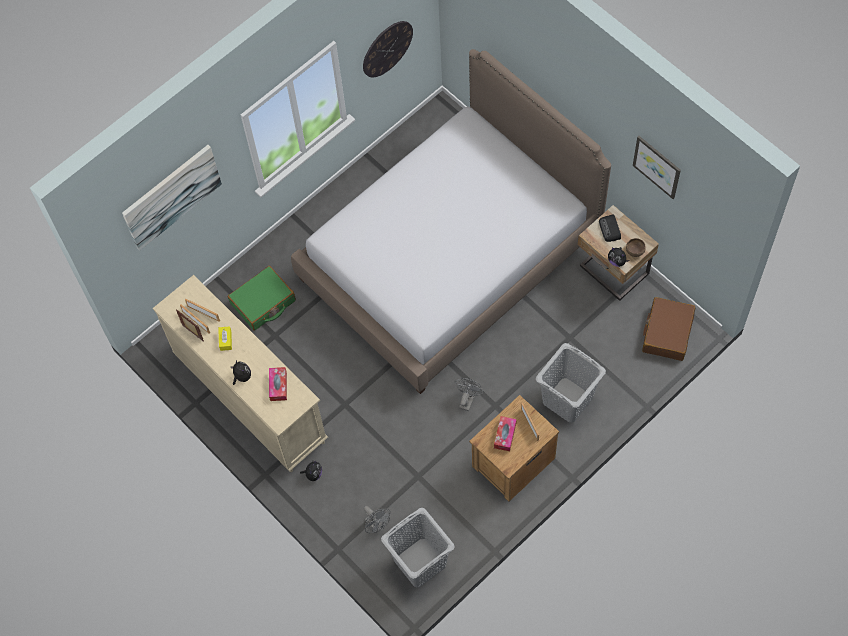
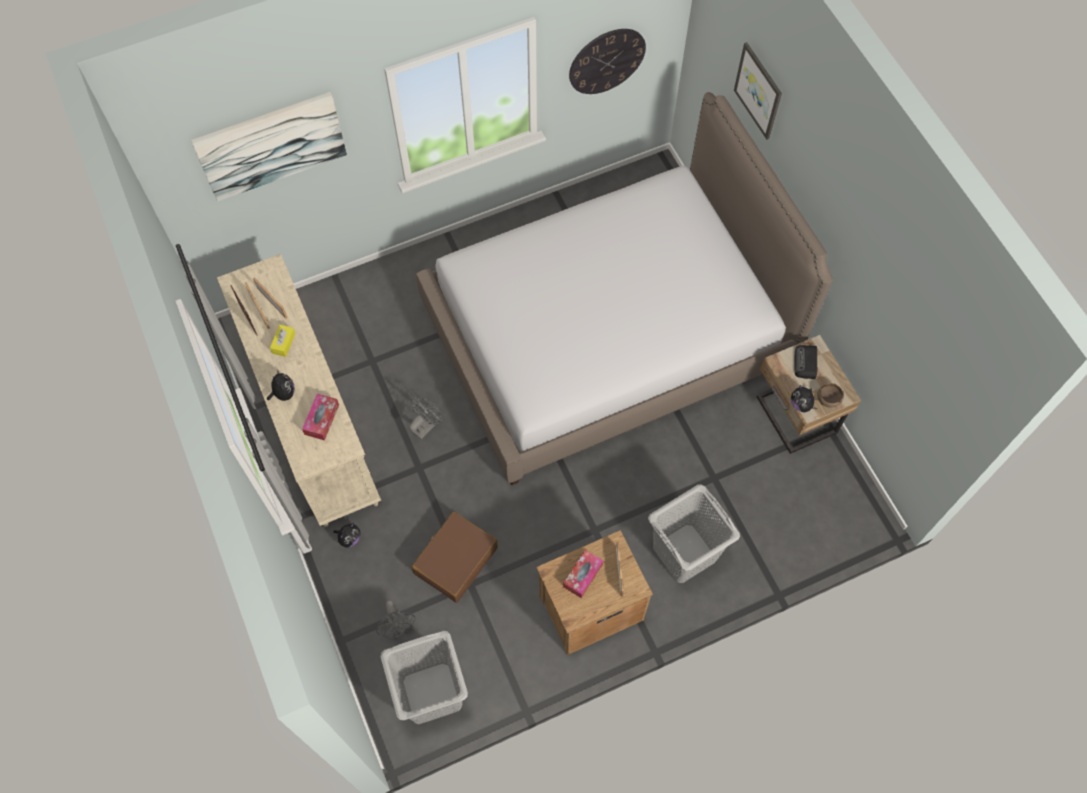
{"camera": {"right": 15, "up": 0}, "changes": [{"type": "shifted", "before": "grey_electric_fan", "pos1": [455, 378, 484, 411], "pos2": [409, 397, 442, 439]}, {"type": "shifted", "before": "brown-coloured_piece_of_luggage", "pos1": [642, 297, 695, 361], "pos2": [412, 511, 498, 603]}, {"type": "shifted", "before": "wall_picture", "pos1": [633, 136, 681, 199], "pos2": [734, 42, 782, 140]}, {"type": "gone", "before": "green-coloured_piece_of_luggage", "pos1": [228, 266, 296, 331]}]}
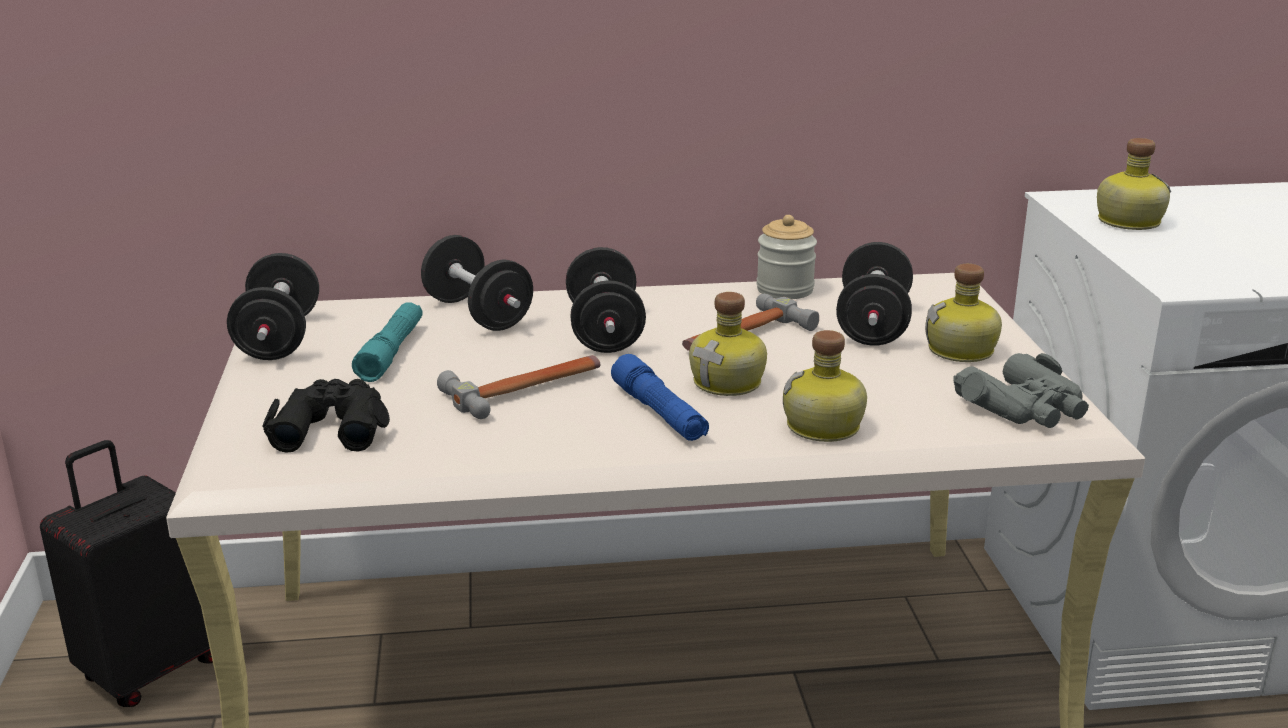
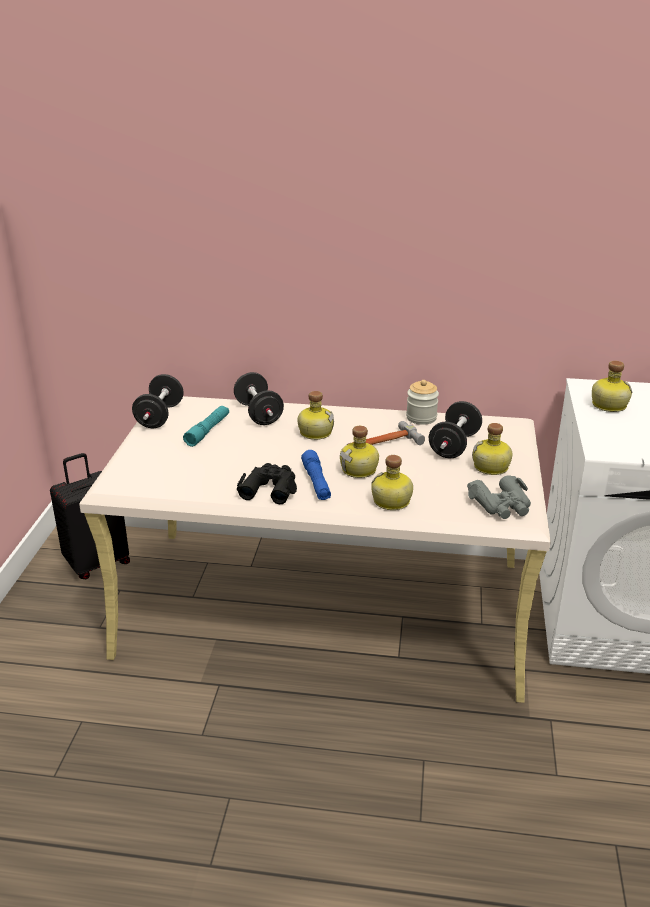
{"camera": {"right": 15, "up": 5}, "changes": [{"type": "shifted", "before": "blackish_field_glasses", "pos1": [262, 379, 390, 453], "pos2": [237, 463, 297, 504]}, {"type": "swapped", "before": "blackish_dumbbell", "after": "beverage_bottle", "pos1": [566, 247, 646, 353], "pos2": [297, 391, 334, 440]}, {"type": "gone", "before": "hammer", "pos1": [437, 355, 601, 419]}]}
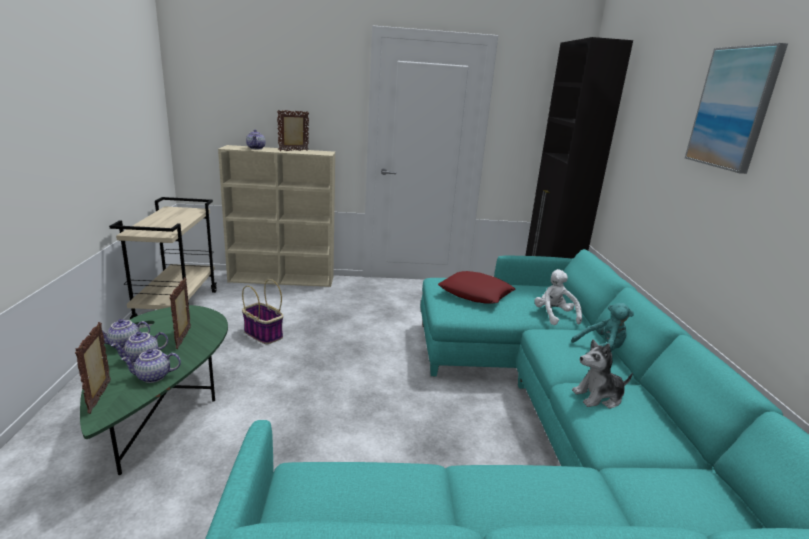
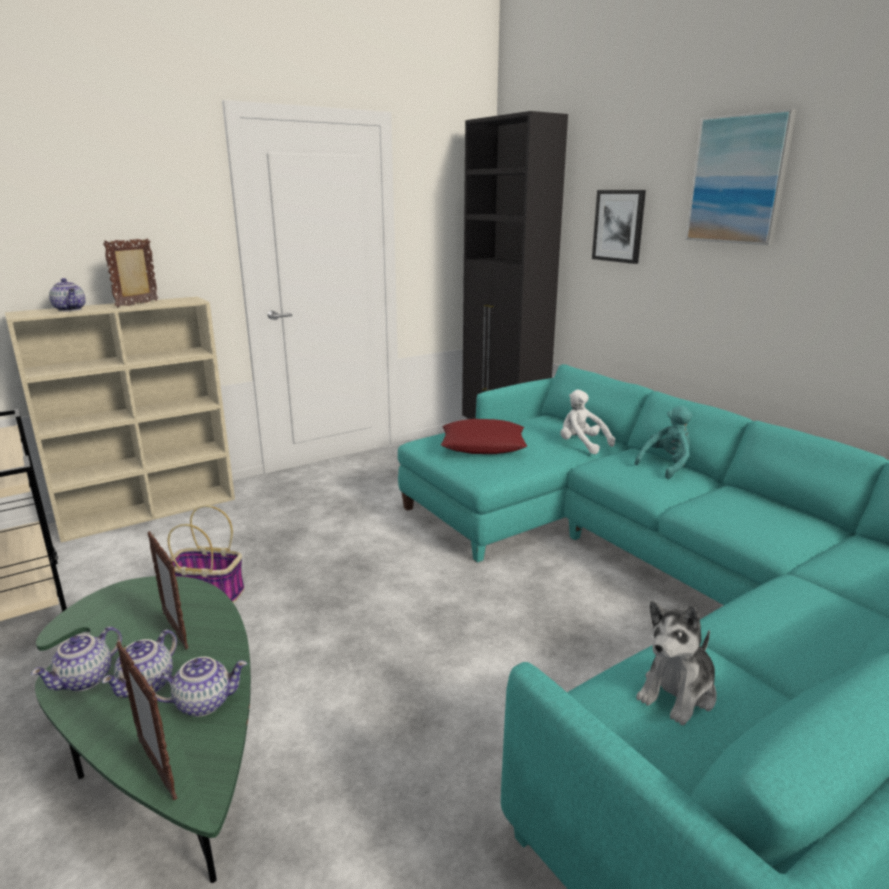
{"camera": {"right": -30, "up": 0}, "changes": [{"type": "rotated", "before": "pot_for_tea", "pos1": [121, 349, 181, 383], "pos2": [151, 657, 247, 717], "turn": -150}, {"type": "new", "after": "wall_picture", "pos2": [592, 190, 646, 264]}, {"type": "shifted", "before": "soft_toy", "pos1": [572, 339, 633, 409], "pos2": [636, 601, 717, 725]}]}
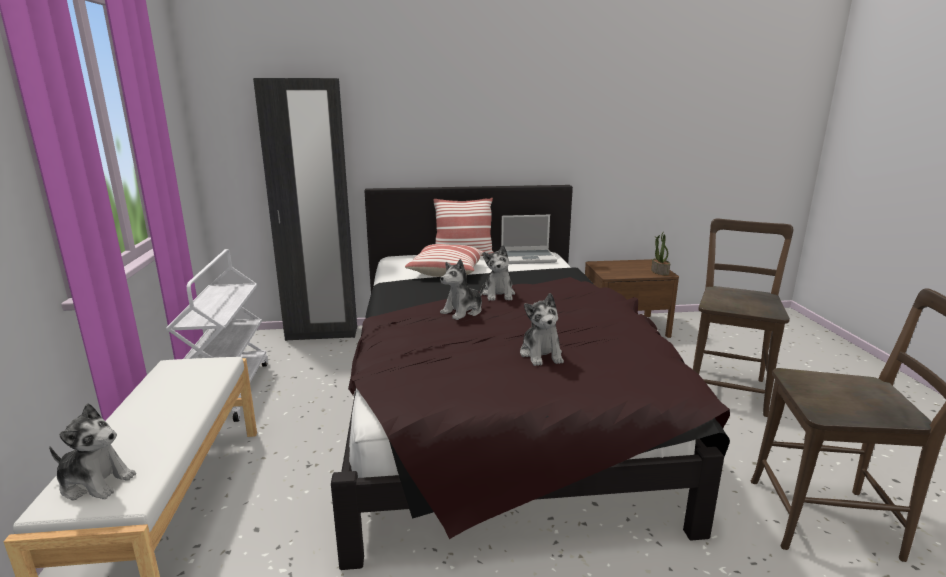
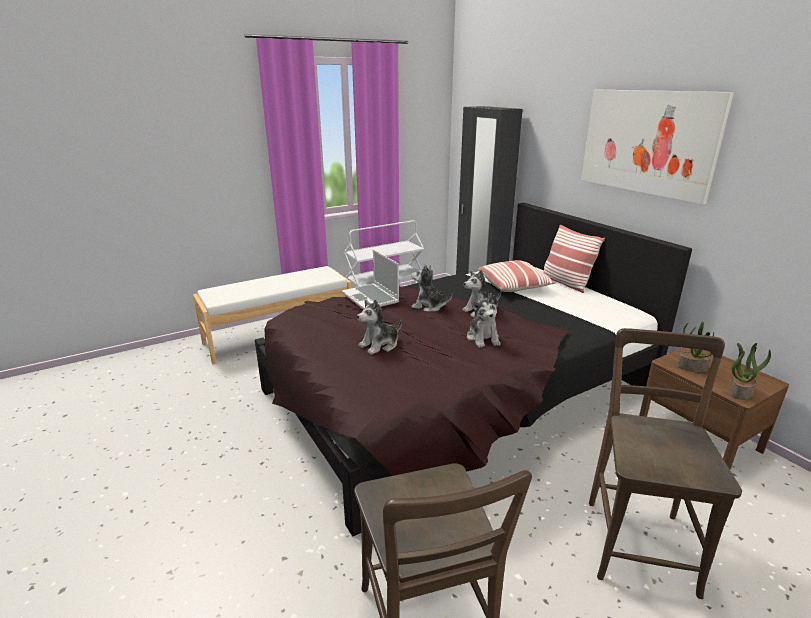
{"camera": {"right": 65, "up": 5}, "changes": [{"type": "shifted", "before": "portable_computer", "pos1": [501, 215, 557, 264], "pos2": [342, 249, 399, 310]}, {"type": "shifted", "before": "soft_toy", "pos1": [49, 403, 136, 501], "pos2": [467, 293, 501, 348]}, {"type": "new", "after": "wall_picture", "pos2": [581, 90, 734, 204]}, {"type": "rotated", "before": "brown-coloured_upright_chair", "pos1": [693, 219, 793, 417], "pos2": [589, 328, 742, 599], "turn": -75}, {"type": "new", "after": "plant_in_a_pot", "pos2": [677, 322, 714, 372]}]}
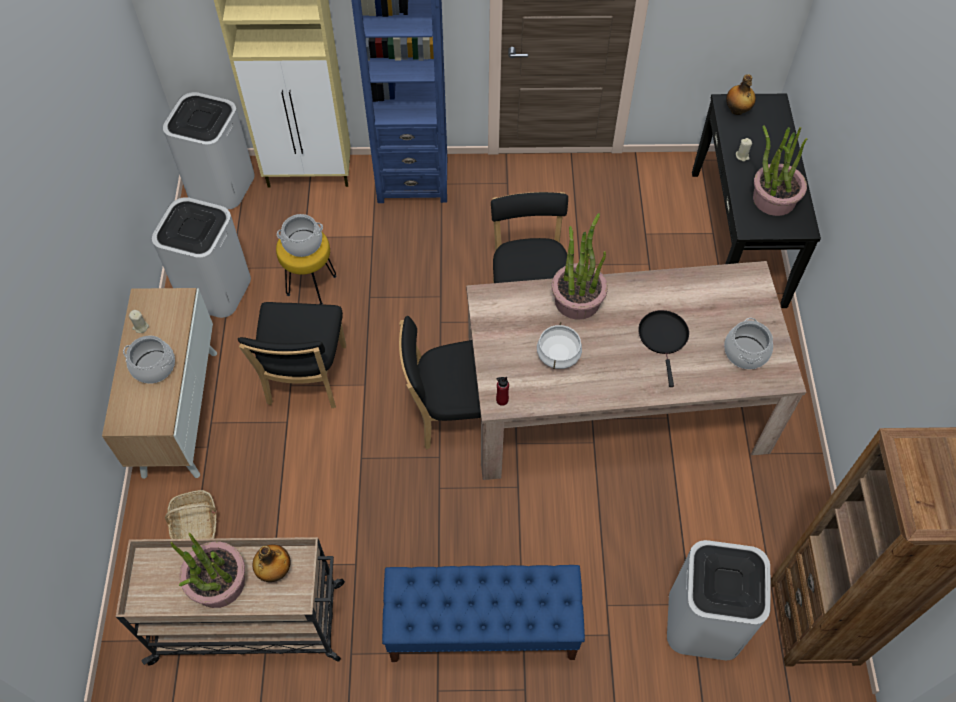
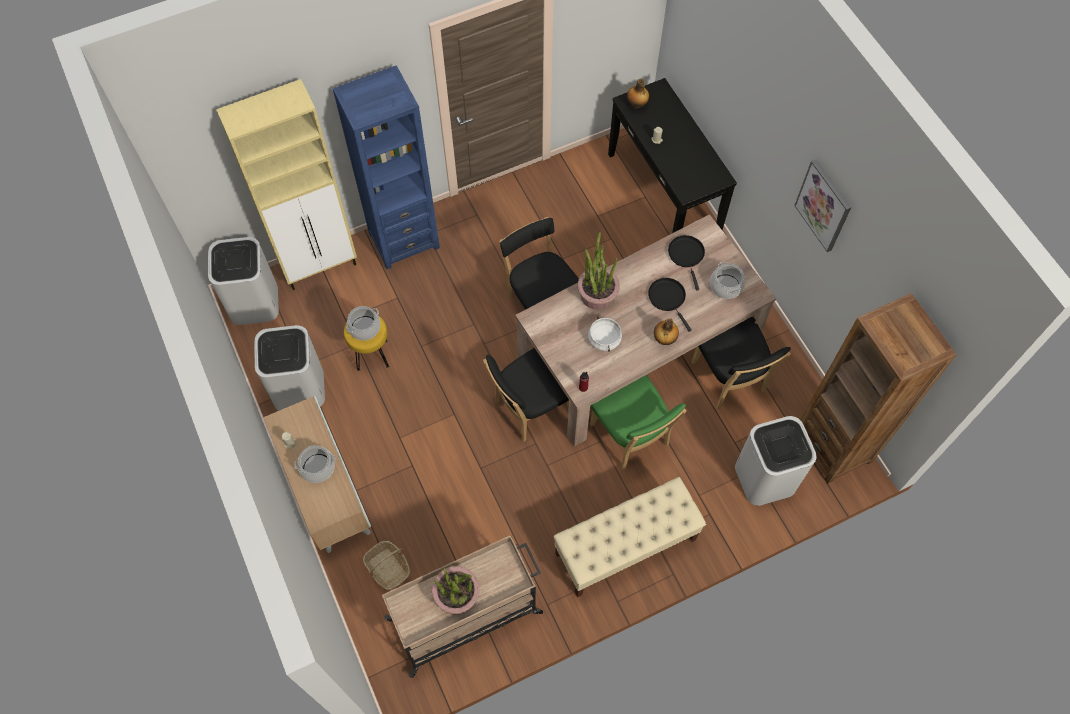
{"camera": {"right": -25, "up": 5}, "changes": [{"type": "repainted", "before": "blue_indoor_bench", "after": "sand-coloured_indoor_bench", "pos1": [382, 565, 585, 662], "pos2": [553, 477, 706, 598]}, {"type": "new", "after": "green-coloured_upright_chair", "pos2": [590, 375, 687, 471]}, {"type": "shifted", "before": "beverage_bottle", "pos1": [253, 545, 291, 582], "pos2": [654, 318, 679, 345]}, {"type": "new", "after": "blackish_skillet", "pos2": [668, 235, 705, 291]}, {"type": "shifted", "before": "blackish_upright_chair", "pos1": [238, 302, 346, 408], "pos2": [692, 317, 791, 409]}, {"type": "new", "after": "wall_picture", "pos2": [794, 159, 851, 252]}, {"type": "gone", "before": "plant_in_a_pot", "pos1": [753, 125, 807, 216]}]}
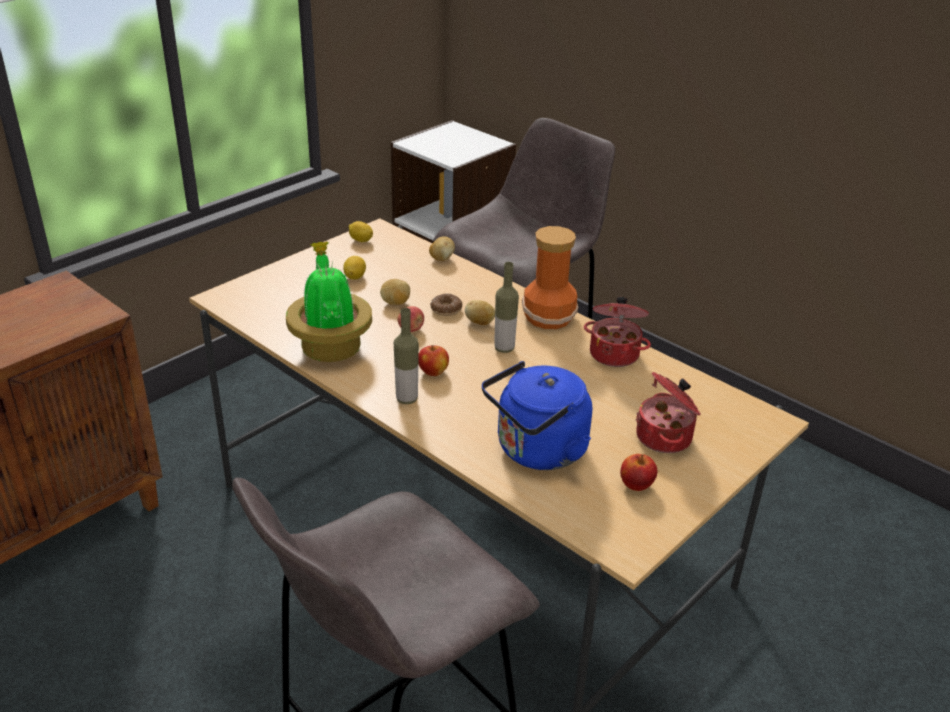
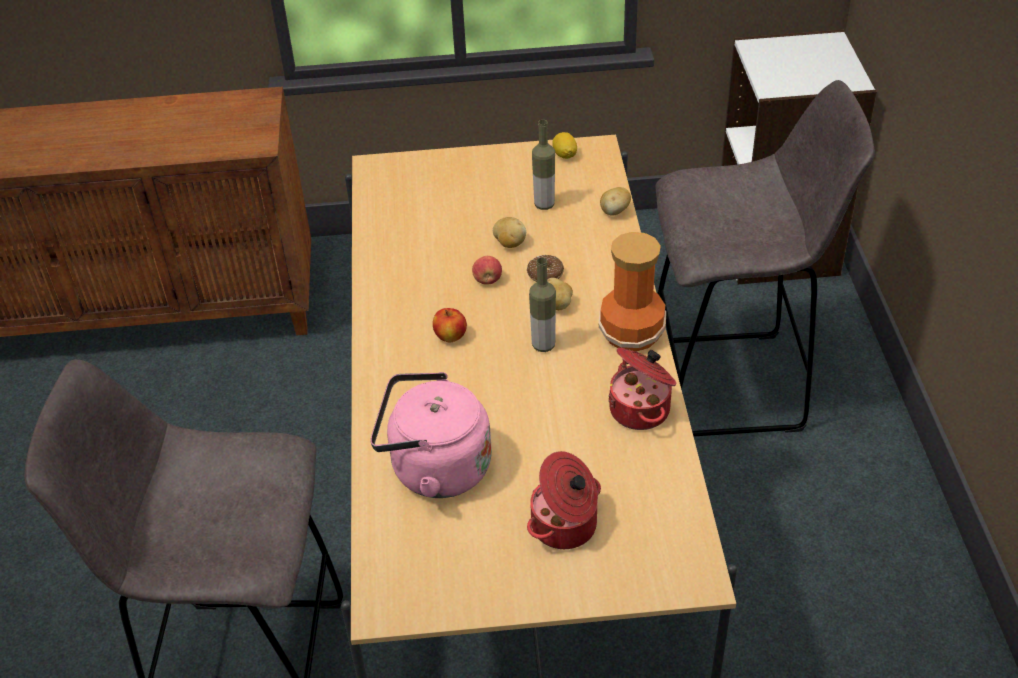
{"camera": {"right": 45, "up": 10}, "changes": [{"type": "repainted", "before": "blue_tea_kettle", "after": "pinkish_tea_kettle", "pos1": [482, 361, 592, 470], "pos2": [370, 372, 492, 498]}, {"type": "shifted", "before": "beverage_bottle", "pos1": [394, 308, 419, 404], "pos2": [532, 120, 555, 210]}, {"type": "gone", "before": "plant_in_a_pot", "pos1": [286, 242, 372, 362]}, {"type": "gone", "before": "whole_lemon", "pos1": [343, 256, 366, 279]}, {"type": "gone", "before": "apple_fruit", "pos1": [620, 454, 657, 491]}]}
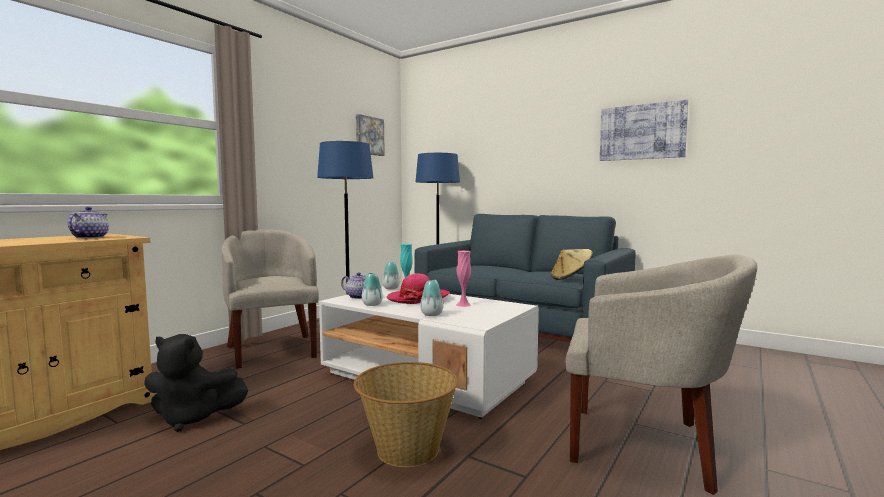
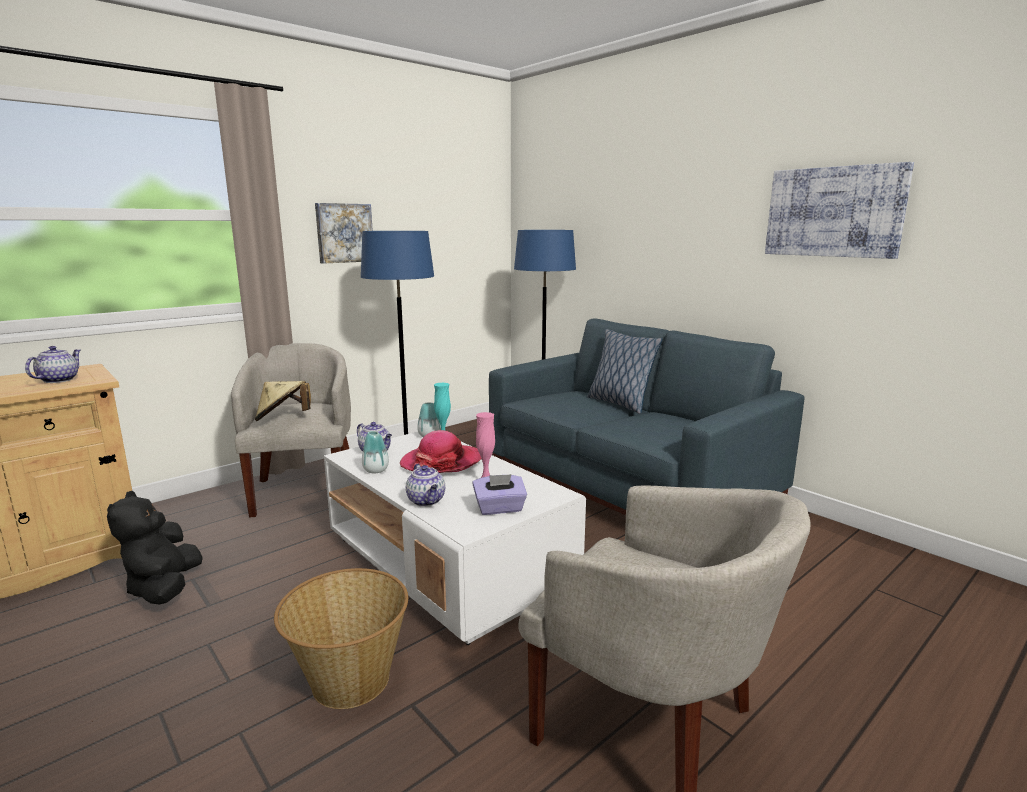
{"camera": {"right": 15, "up": 10}, "changes": [{"type": "rotated", "before": "blackish_soft_toy", "pos1": [144, 334, 249, 432], "pos2": [107, 491, 203, 604], "turn": 60}, {"type": "shifted", "before": "sand-coloured_hat", "pos1": [551, 249, 593, 280], "pos2": [255, 381, 311, 421]}, {"type": "shifted", "before": "wall_picture", "pos1": [356, 114, 385, 156], "pos2": [315, 203, 373, 264]}, {"type": "swapped", "before": "flower_vase", "after": "pot_for_tea", "pos1": [420, 280, 443, 316], "pos2": [406, 464, 445, 506]}, {"type": "new", "after": "purple_tissue_holder", "pos2": [472, 474, 527, 515]}, {"type": "new", "after": "throw_pillow", "pos2": [587, 329, 662, 414]}]}
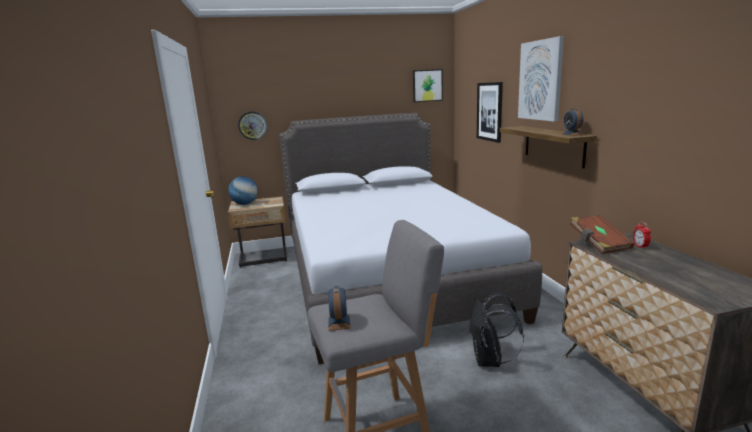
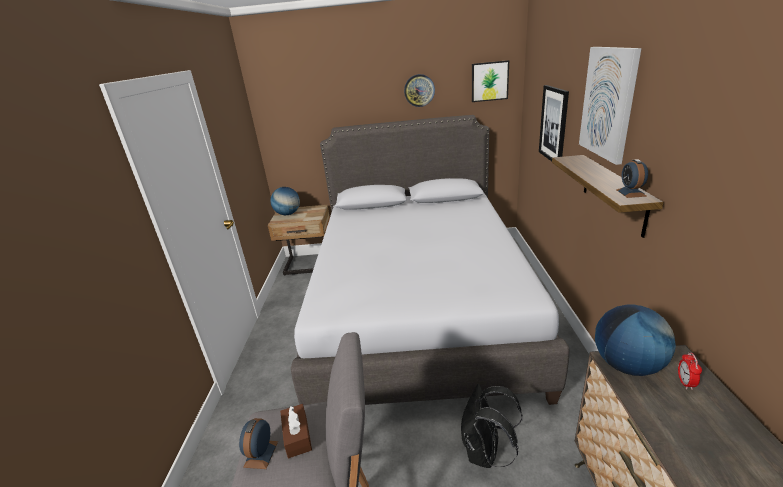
{"camera": {"right": 15, "up": 10}, "changes": [{"type": "new", "after": "brown-coloured_tissue_holder", "pos2": [280, 404, 312, 458]}, {"type": "shifted", "before": "clock_on_the_wall", "pos1": [238, 111, 267, 140], "pos2": [404, 74, 435, 107]}, {"type": "swapped", "before": "brown-coloured_bound_book", "after": "world_globe", "pos1": [570, 215, 634, 254], "pos2": [595, 305, 676, 376]}]}
